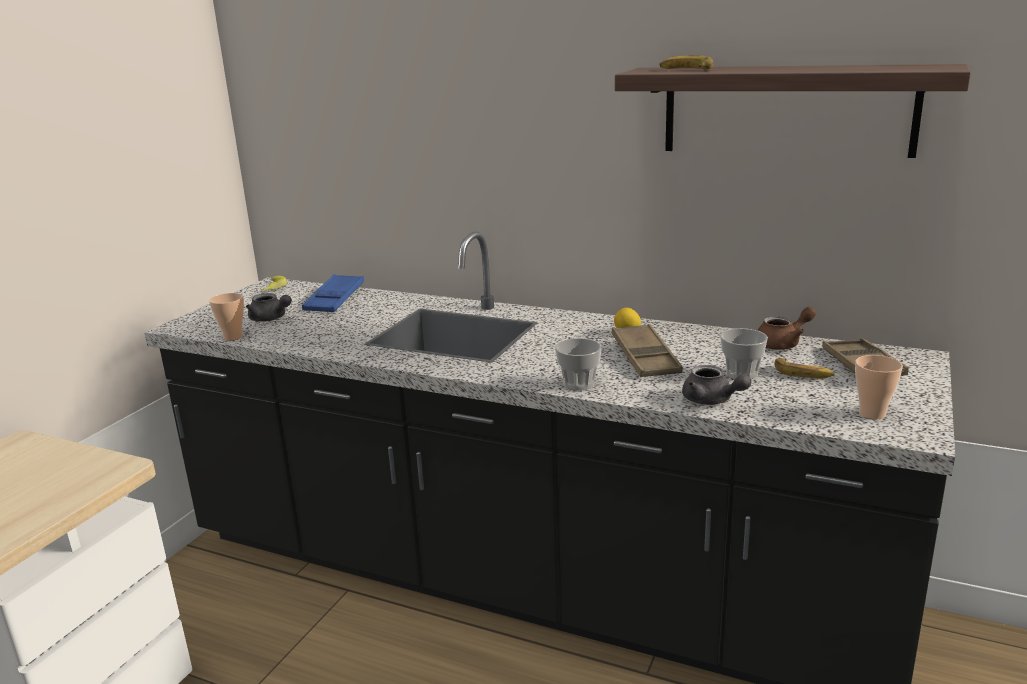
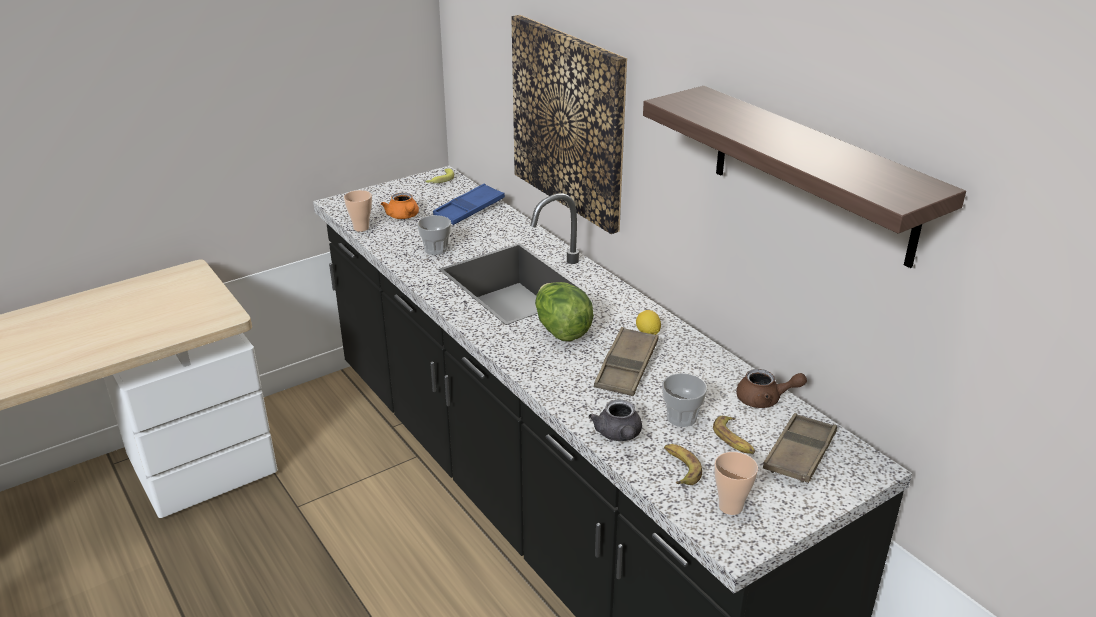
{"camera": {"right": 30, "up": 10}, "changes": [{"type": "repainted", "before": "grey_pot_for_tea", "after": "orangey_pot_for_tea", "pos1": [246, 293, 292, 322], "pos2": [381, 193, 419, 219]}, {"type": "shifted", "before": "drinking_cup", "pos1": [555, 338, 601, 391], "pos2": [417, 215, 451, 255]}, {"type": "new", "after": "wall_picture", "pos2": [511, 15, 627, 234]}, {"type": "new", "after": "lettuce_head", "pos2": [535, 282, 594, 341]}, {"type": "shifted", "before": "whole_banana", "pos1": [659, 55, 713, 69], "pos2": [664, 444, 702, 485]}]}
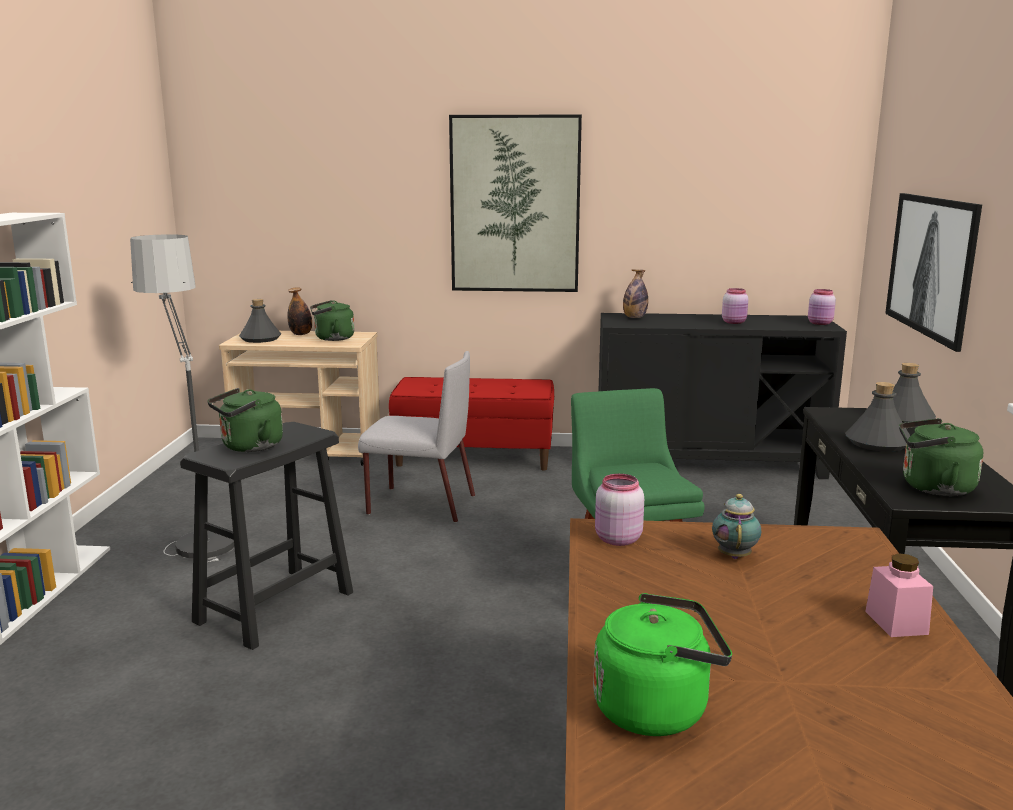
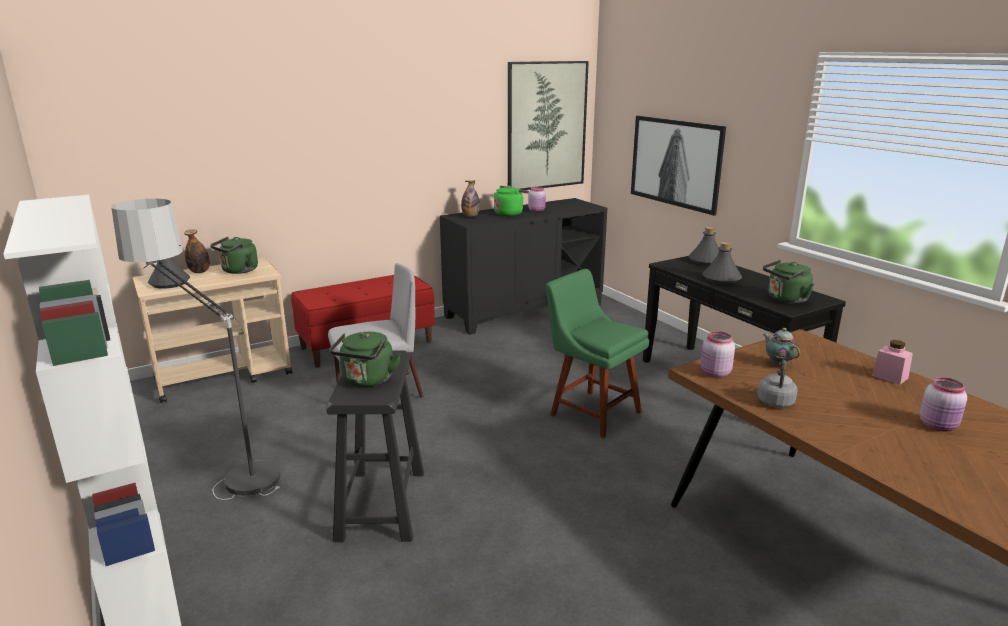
{"camera": {"right": -35, "up": 5}, "changes": [{"type": "shifted", "before": "green-coloured_tea_kettle", "pos1": [593, 593, 732, 736], "pos2": [494, 186, 529, 216]}, {"type": "shifted", "before": "wall_picture", "pos1": [449, 115, 582, 292], "pos2": [508, 61, 589, 190]}, {"type": "new", "after": "grey_tea_kettle", "pos2": [757, 360, 798, 408]}, {"type": "shifted", "before": "pinkish_preserve_jar", "pos1": [808, 289, 836, 325], "pos2": [920, 377, 967, 431]}]}
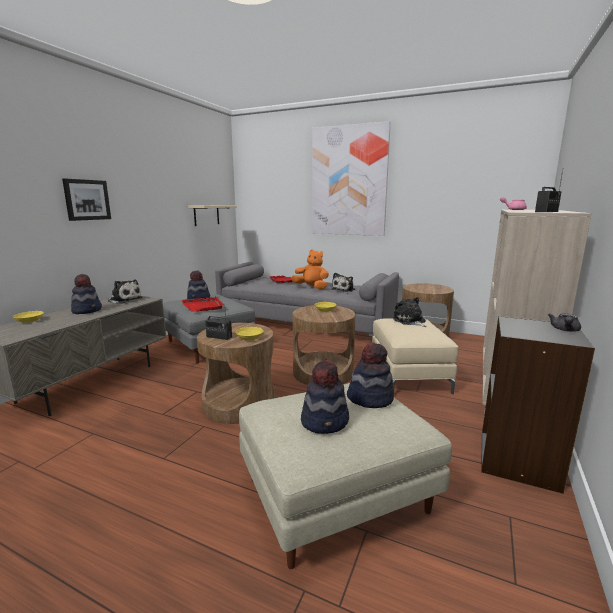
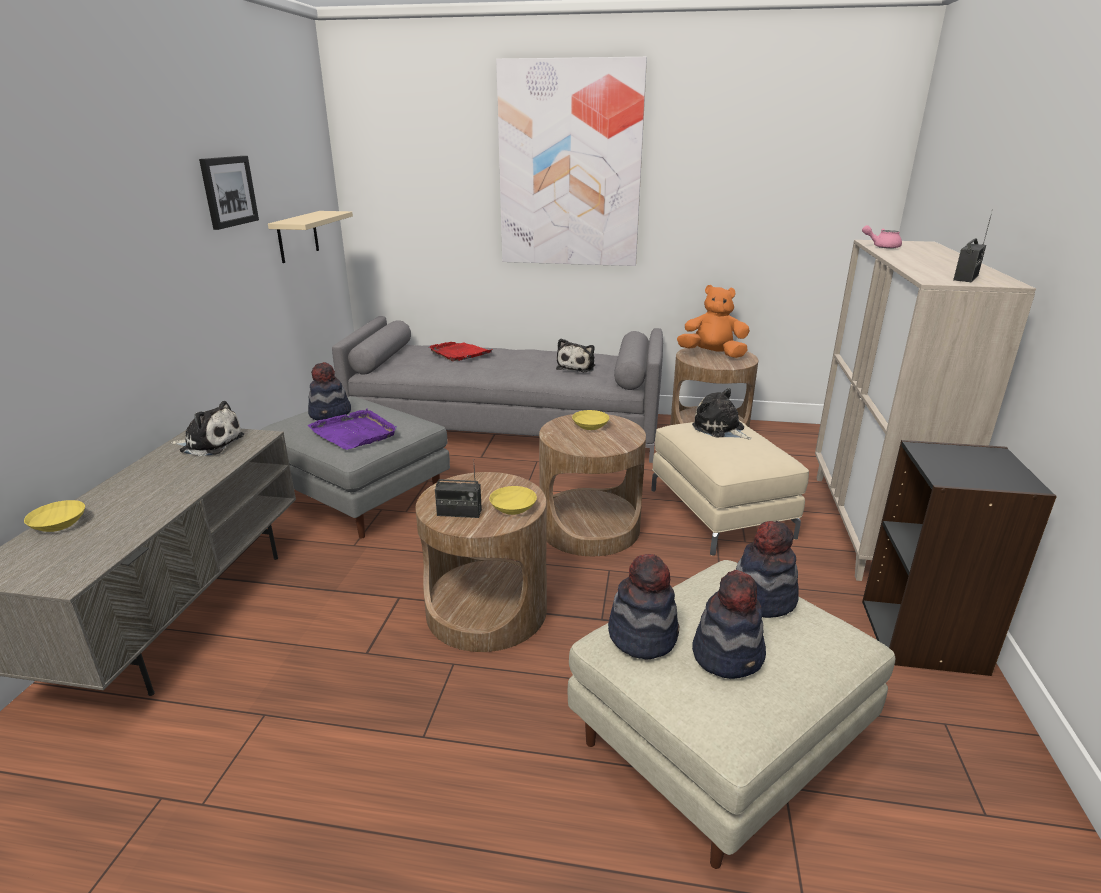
{"camera": {"right": -15, "up": 10}, "changes": [{"type": "shifted", "before": "wall_picture", "pos1": [62, 178, 111, 221], "pos2": [199, 156, 259, 230]}, {"type": "repainted", "before": "red_carrying_tray", "after": "purple_carrying_tray", "pos1": [182, 296, 224, 312], "pos2": [308, 409, 397, 450]}, {"type": "shifted", "before": "hat", "pos1": [71, 274, 102, 314], "pos2": [608, 554, 679, 659]}, {"type": "shifted", "before": "orangey_soft_toy", "pos1": [291, 250, 329, 290], "pos2": [677, 285, 750, 358]}, {"type": "gone", "before": "grey_pot_for_tea", "pos1": [548, 313, 581, 332]}]}
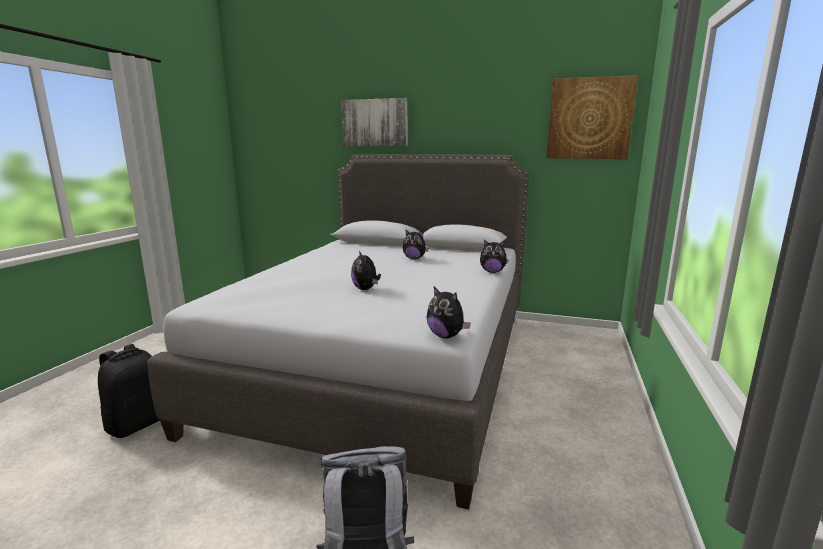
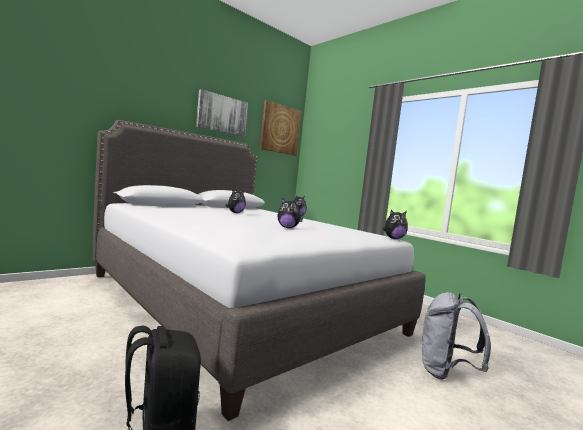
{"camera": {"right": -60, "up": -10}, "changes": [{"type": "shifted", "before": "wall_picture", "pos1": [341, 98, 408, 146], "pos2": [196, 89, 248, 137]}]}
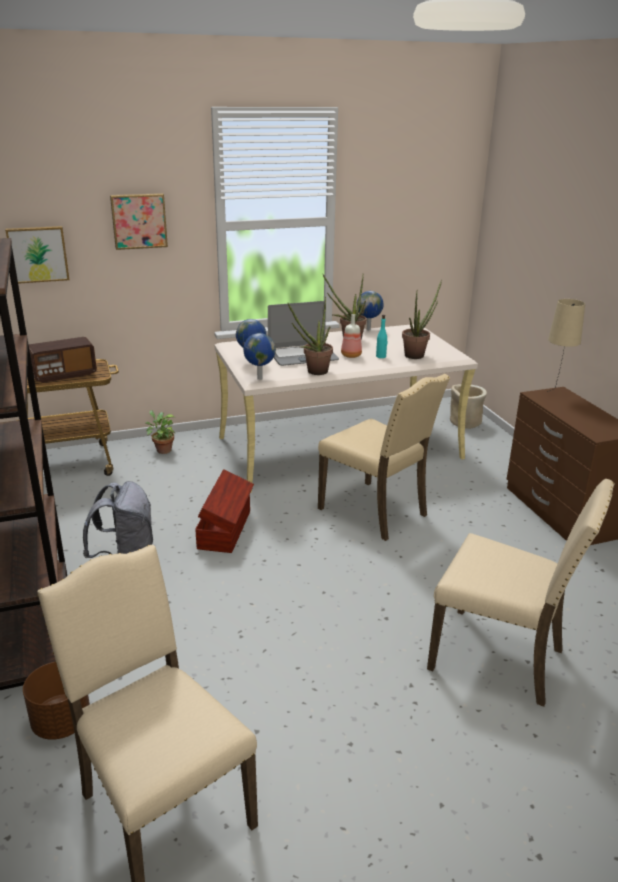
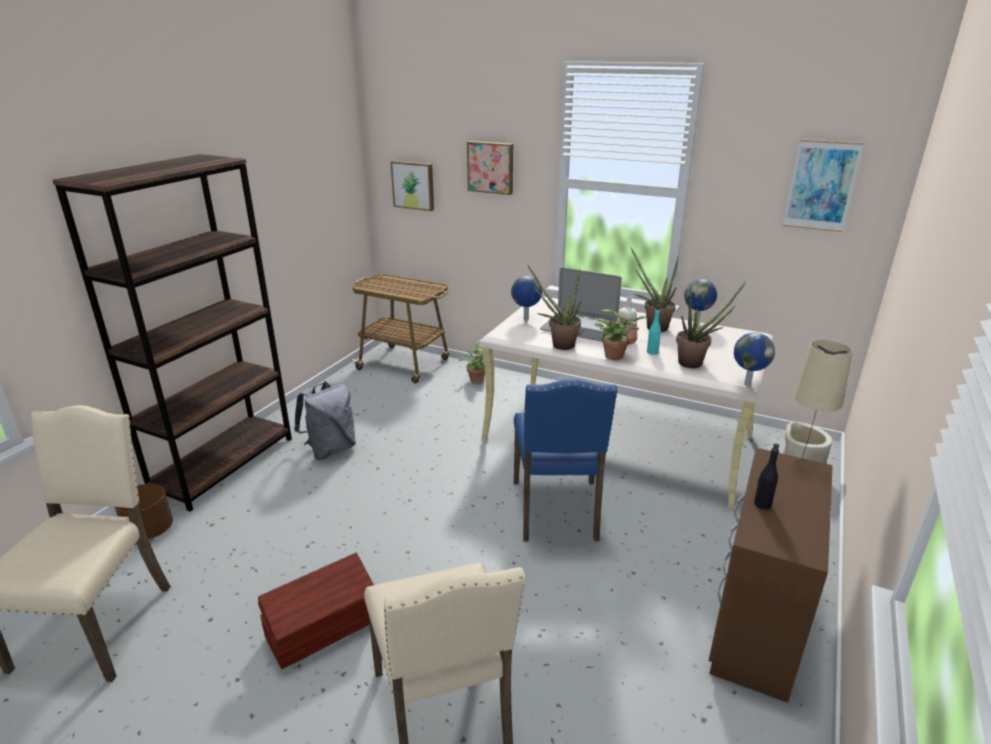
{"camera": {"right": 45, "up": 0}, "changes": [{"type": "shifted", "before": "brown-coloured_storage_bin", "pos1": [195, 469, 254, 553], "pos2": [258, 553, 374, 669]}, {"type": "repainted", "before": "sand-coloured_upright_chair", "after": "blue_upright_chair", "pos1": [318, 374, 450, 541], "pos2": [514, 379, 618, 541]}, {"type": "new", "after": "plant_in_a_pot", "pos2": [595, 309, 648, 360]}, {"type": "shifted", "before": "world_globe", "pos1": [243, 333, 276, 380], "pos2": [734, 332, 775, 386]}, {"type": "new", "after": "blackish_beverage_bottle", "pos2": [754, 443, 779, 510]}, {"type": "new", "after": "wall_picture", "pos2": [783, 139, 864, 232]}, {"type": "gone", "before": "radio", "pos1": [29, 337, 97, 383]}]}
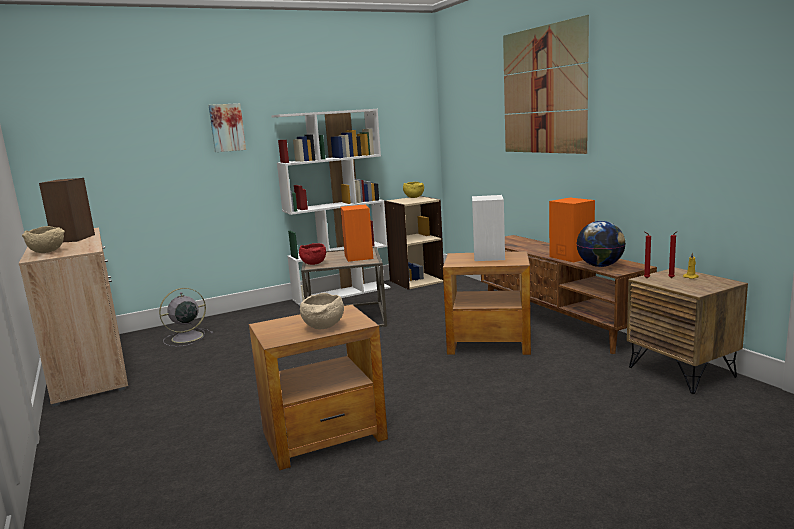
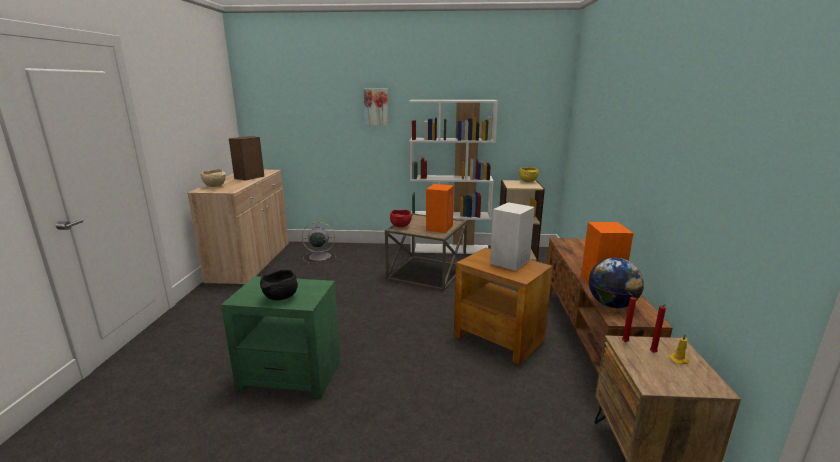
{"camera": {"right": 30, "up": 5}, "changes": [{"type": "repainted", "before": "brown-coloured_accent_table", "after": "green-coloured_accent_table", "pos1": [249, 305, 388, 470], "pos2": [221, 276, 340, 399]}, {"type": "repainted", "before": "sand-coloured_deep_dish", "after": "blackish_deep_dish", "pos1": [300, 293, 344, 329], "pos2": [260, 270, 298, 300]}, {"type": "gone", "before": "wall_picture", "pos1": [503, 15, 589, 154]}]}
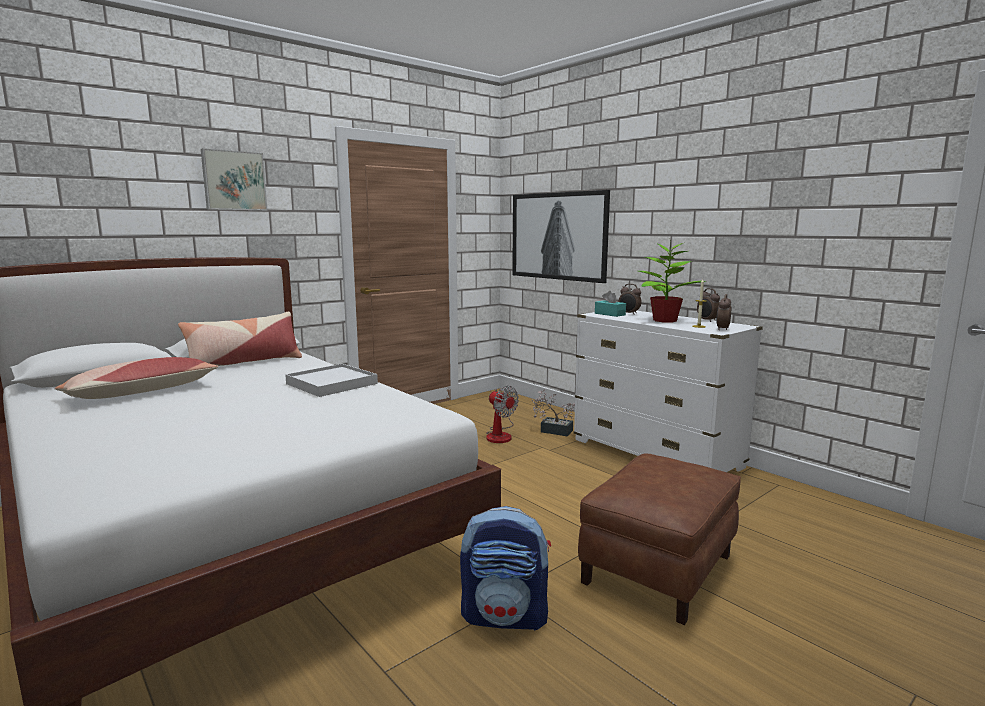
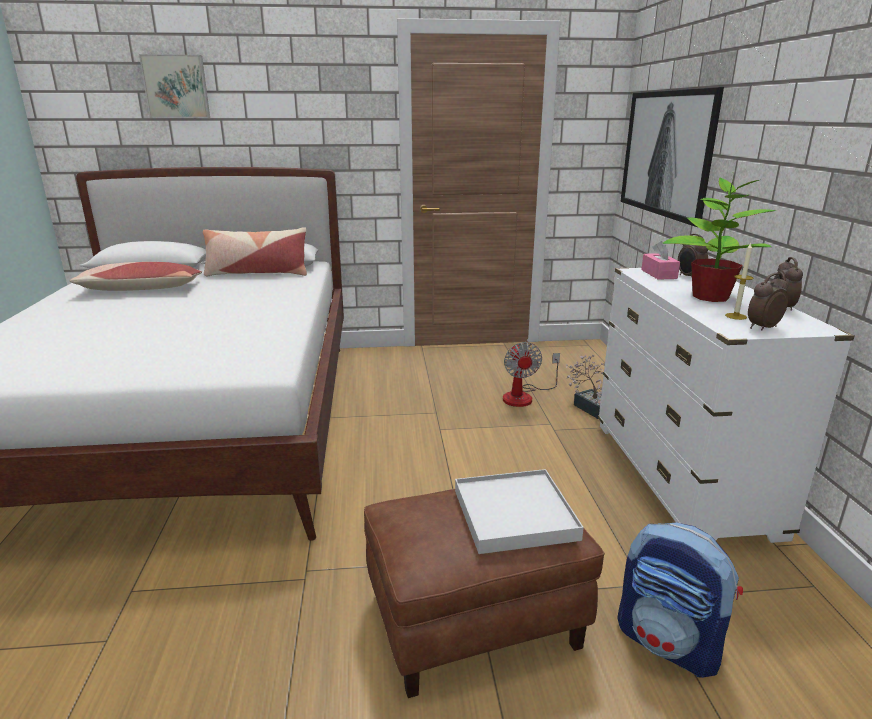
{"camera": {"right": 35, "up": 10}, "changes": [{"type": "shifted", "before": "wall_picture", "pos1": [201, 148, 267, 211], "pos2": [139, 54, 210, 118]}, {"type": "shifted", "before": "white_carrying_tray", "pos1": [285, 364, 378, 397], "pos2": [455, 469, 584, 554]}, {"type": "shifted", "before": "backpack", "pos1": [460, 506, 551, 631], "pos2": [617, 522, 743, 678]}, {"type": "repainted", "before": "turquoise-coloured_tissue_holder", "after": "pinkish_tissue_holder", "pos1": [595, 291, 626, 317], "pos2": [641, 241, 680, 280]}]}
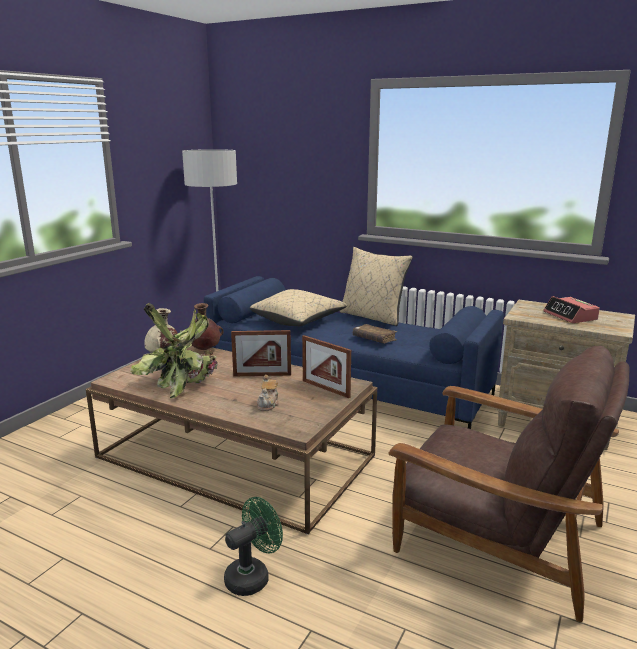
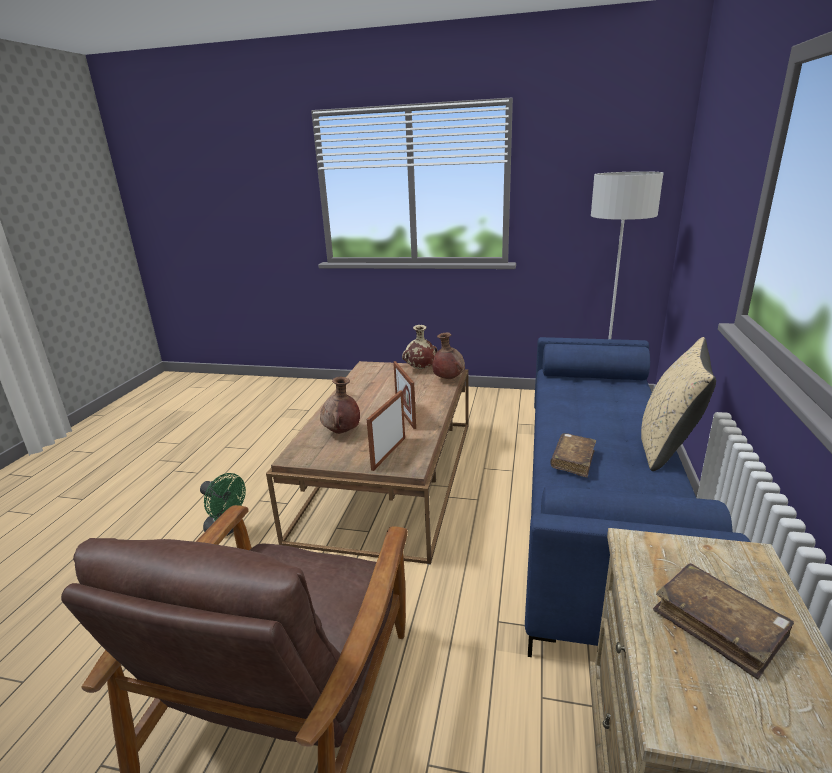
{"camera": {"right": 75, "up": 5}, "changes": [{"type": "swapped", "before": "pot_for_tea", "after": "brown-coloured_flower_vase", "pos1": [257, 375, 279, 411], "pos2": [320, 377, 360, 434]}, {"type": "swapped", "before": "table_clock", "after": "brown-coloured_bound_book", "pos1": [543, 296, 600, 323], "pos2": [653, 563, 794, 680]}, {"type": "gone", "before": "plant_in_a_pot", "pos1": [130, 303, 218, 398]}, {"type": "gone", "before": "sand-coloured_throw_pillow", "pos1": [250, 289, 347, 326]}]}
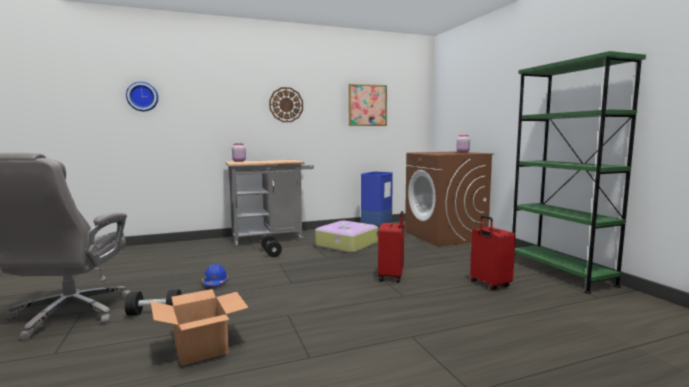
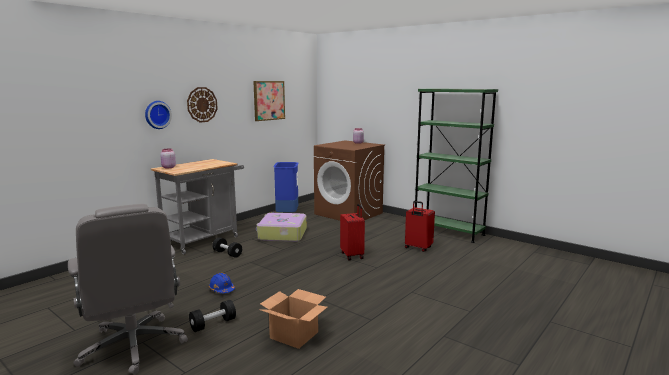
{"camera": {"right": -30, "up": 5}, "changes": [{"type": "shifted", "before": "clock_on_the_wall", "pos1": [126, 82, 158, 111], "pos2": [145, 101, 172, 129]}]}
